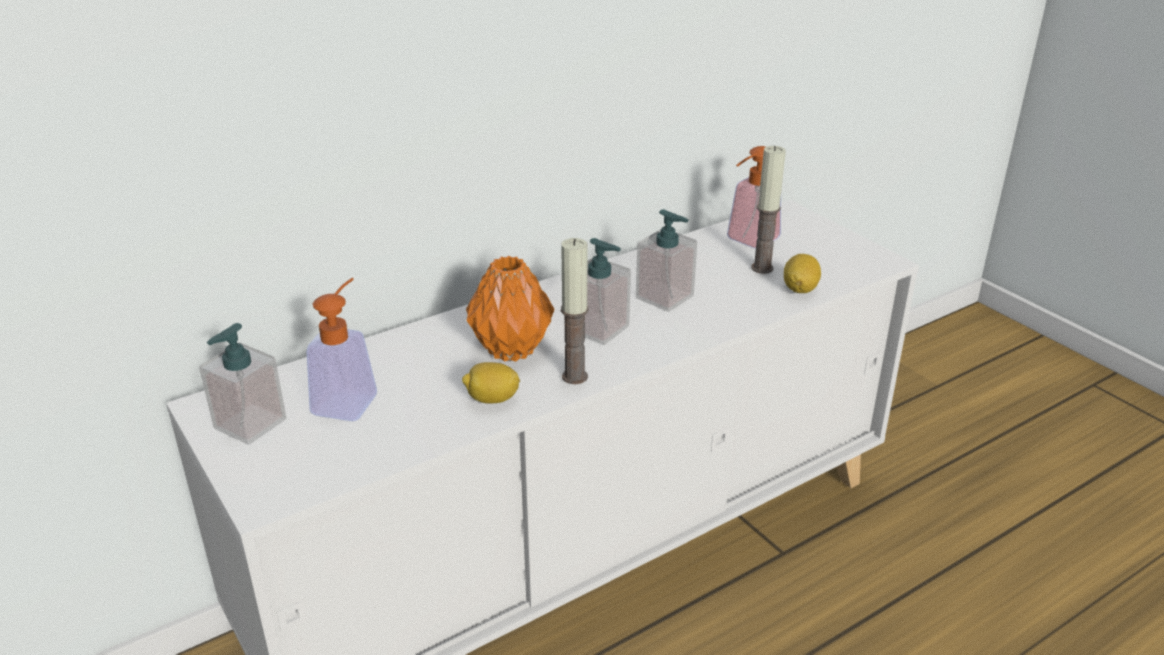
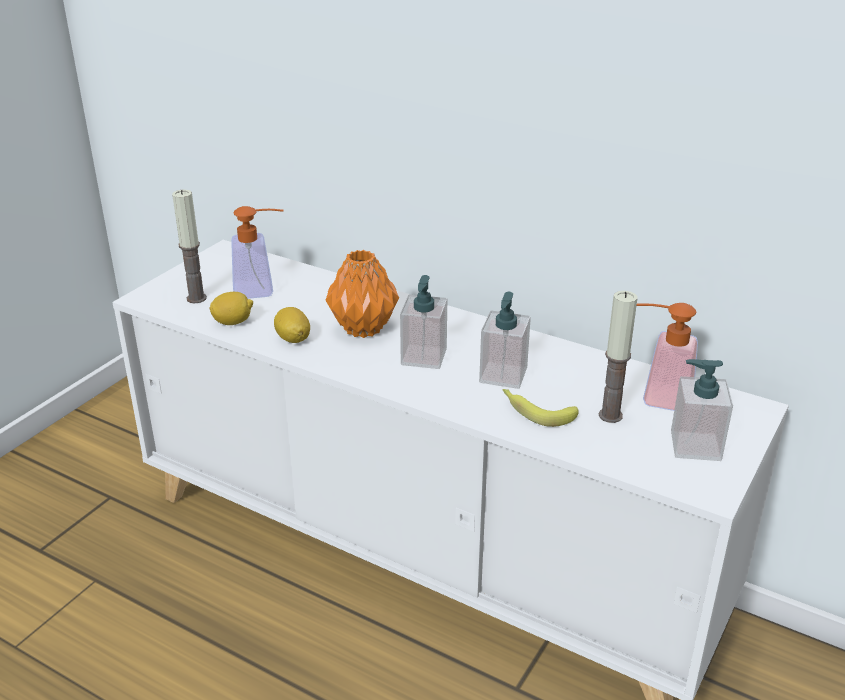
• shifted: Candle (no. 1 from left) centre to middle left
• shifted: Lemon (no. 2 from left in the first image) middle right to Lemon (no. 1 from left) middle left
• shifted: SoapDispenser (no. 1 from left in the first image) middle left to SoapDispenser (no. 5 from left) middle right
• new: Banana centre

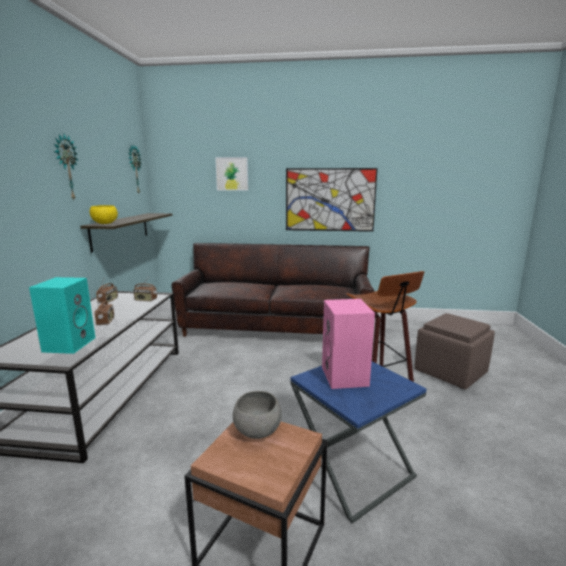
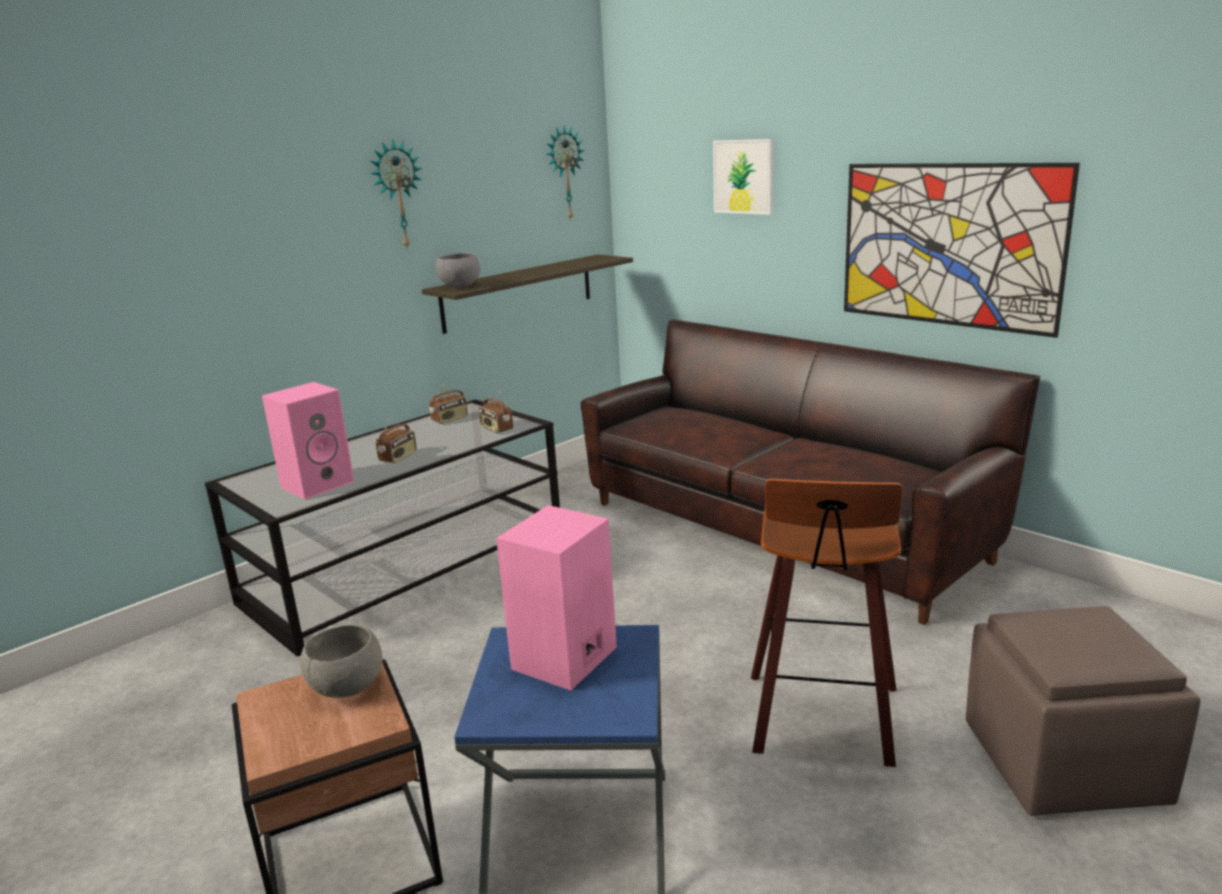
• repainted: YellowBowl middle left to GreyBowl (no. 2 from left) top centre
• repainted: TurquoiseSpeaker middle left to PinkSpeaker (no. 1 from left) middle left

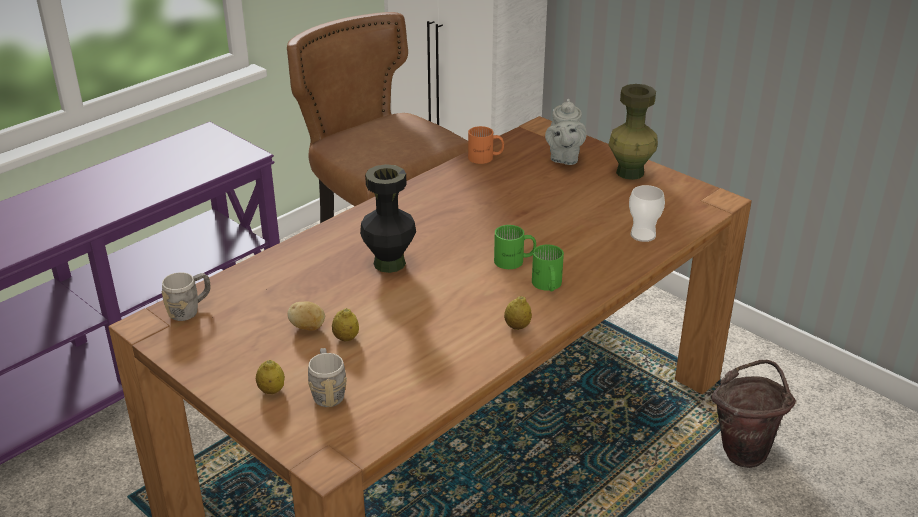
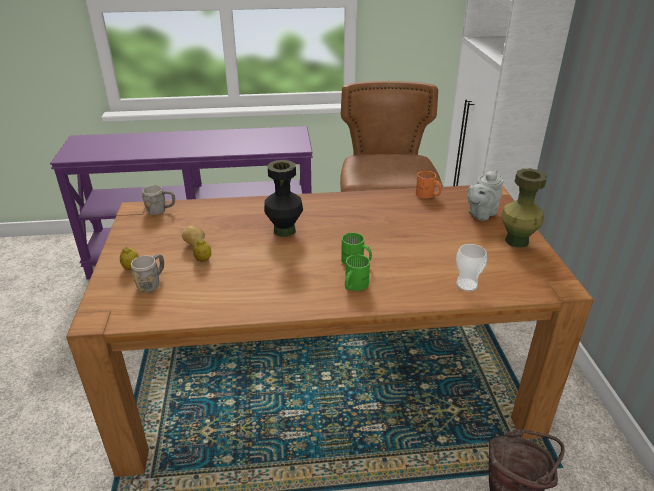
• gone: Lemon (no. 3 from left) centre

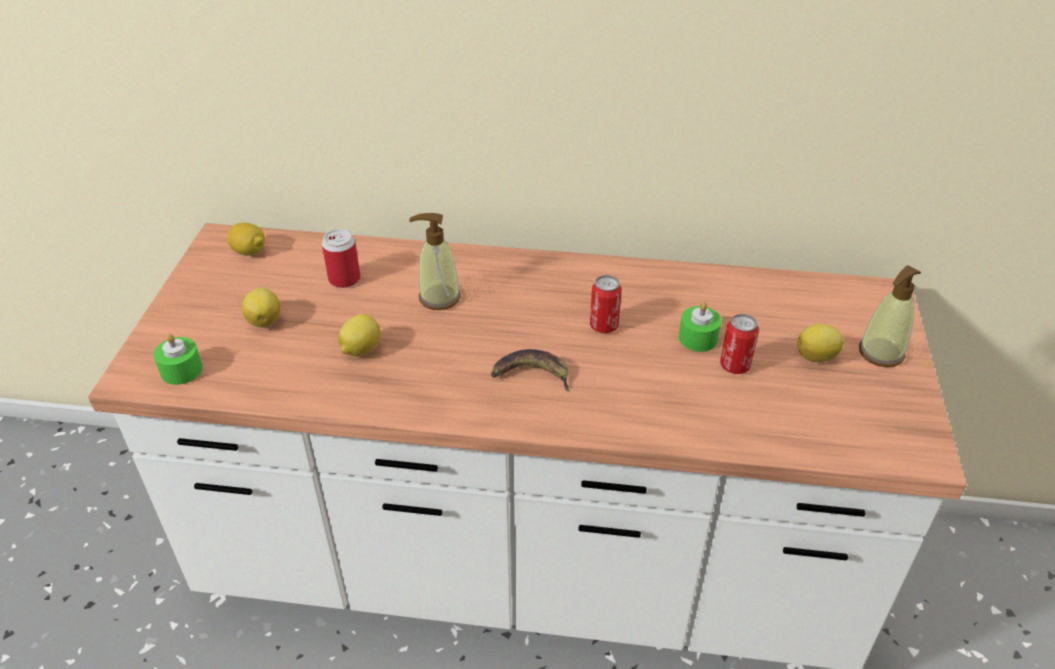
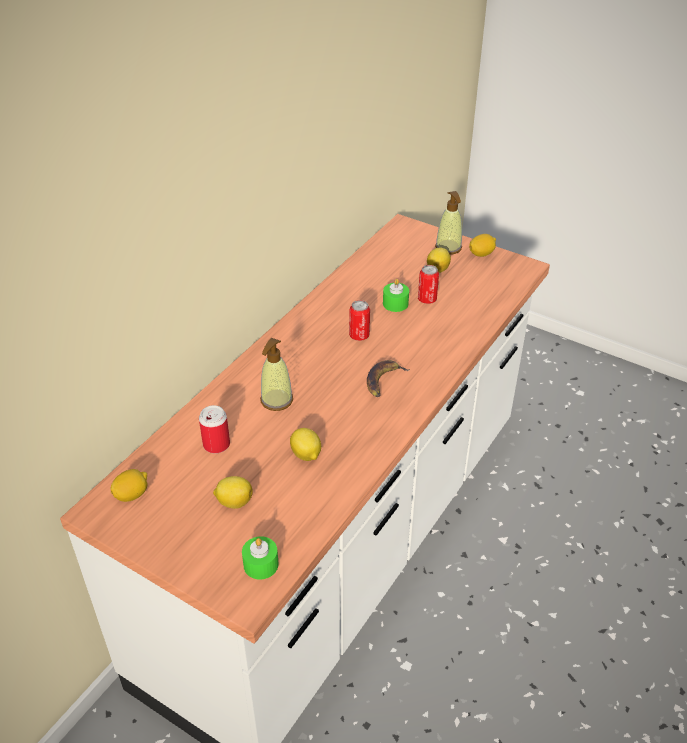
• new: Lemon (no. 5 from left) top right

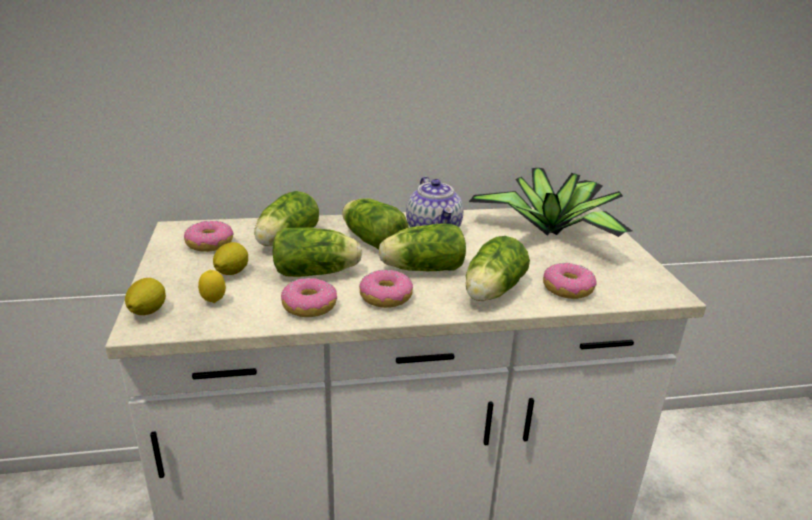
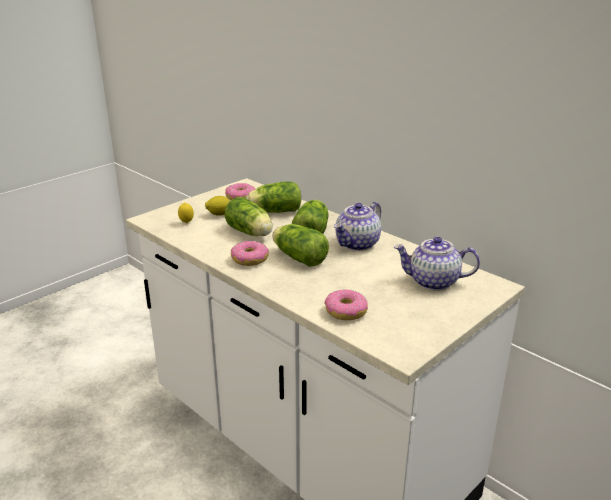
• swapped: PottedPlant middle right to Teapot (no. 2 from left) middle right
• gone: Lettuce (no. 5 from left) centre
• gone: Lemon (no. 1 from left) middle left
• gone: Donut (no. 2 from left) centre

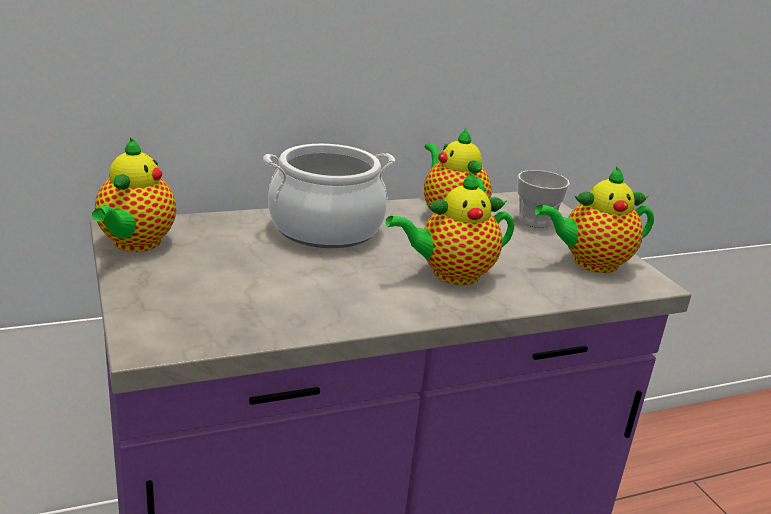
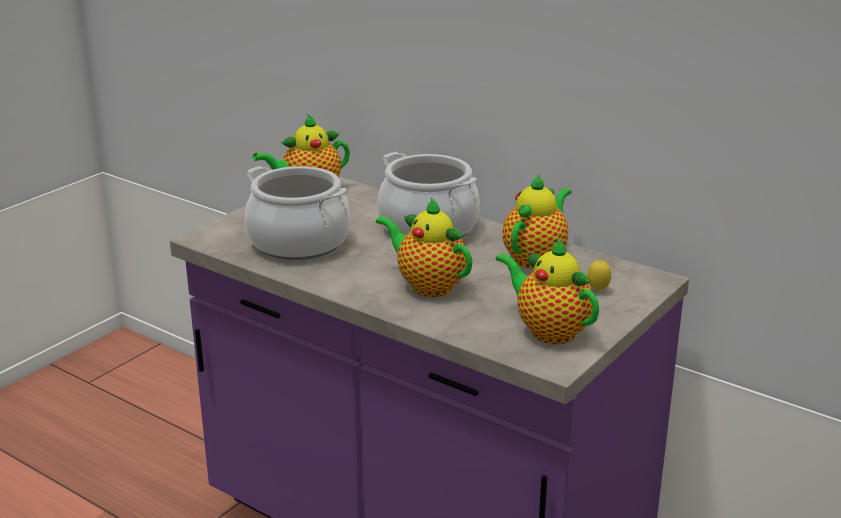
• swapped: Cup middle right to Lemon middle right
• new: CookingPot (no. 1 from left) centre

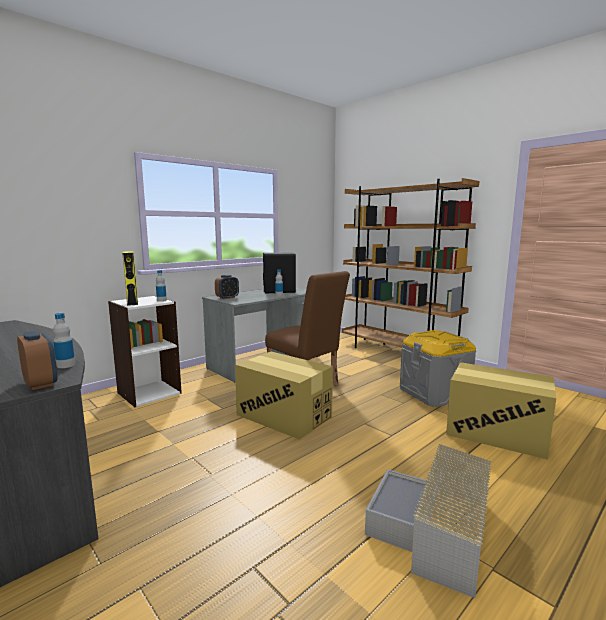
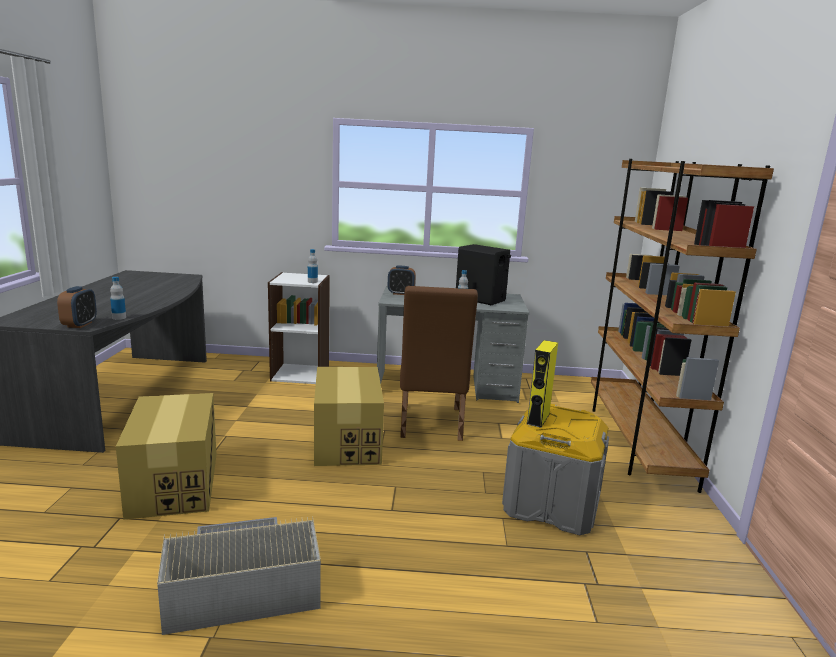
• shifted: YellowSpeaker middle left to centre
• shifted: CardboardBox (no. 2 from left in the first image) middle right to CardboardBox (no. 1 from left) bottom left

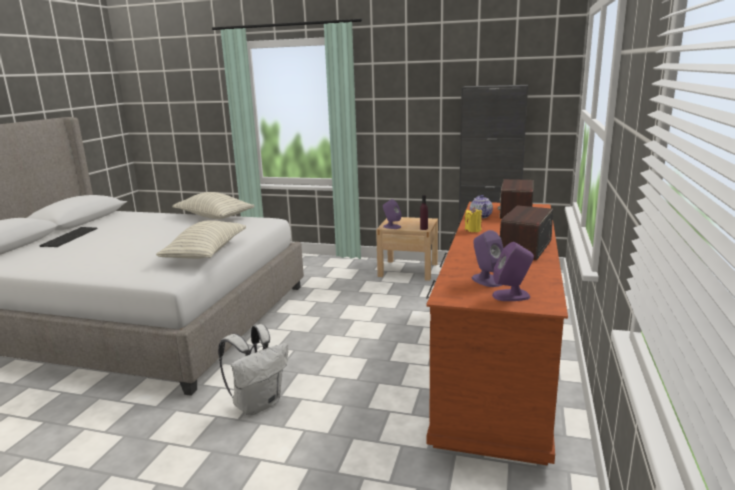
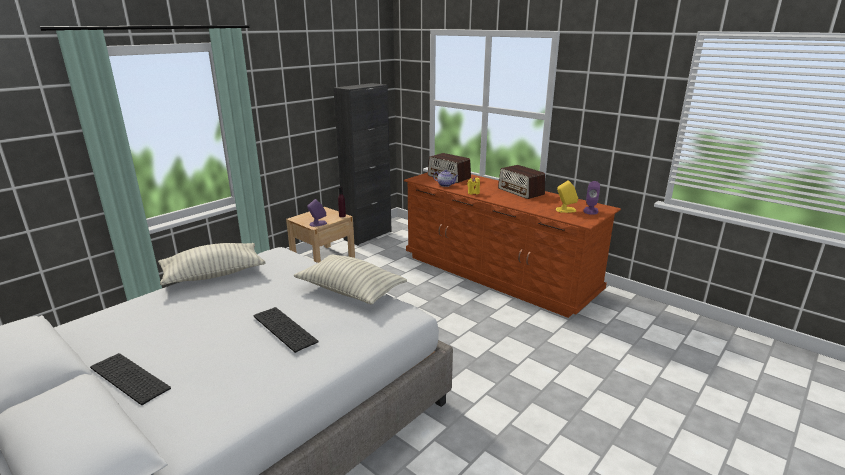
• repainted: PurpleSpeaker (no. 2 from left) centre to YellowSpeaker middle right
• gone: WhiteBackpack bottom centre
• new: Keyboard (no. 2 from left) bottom centre

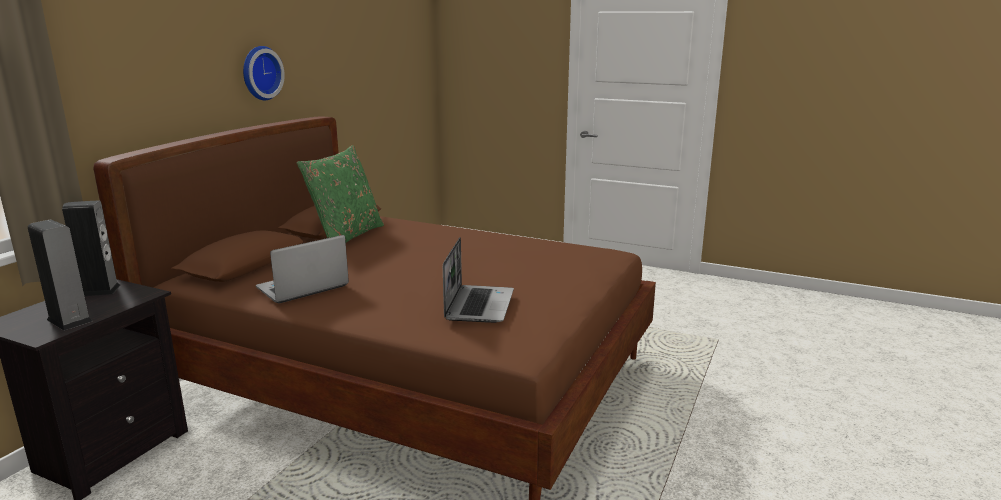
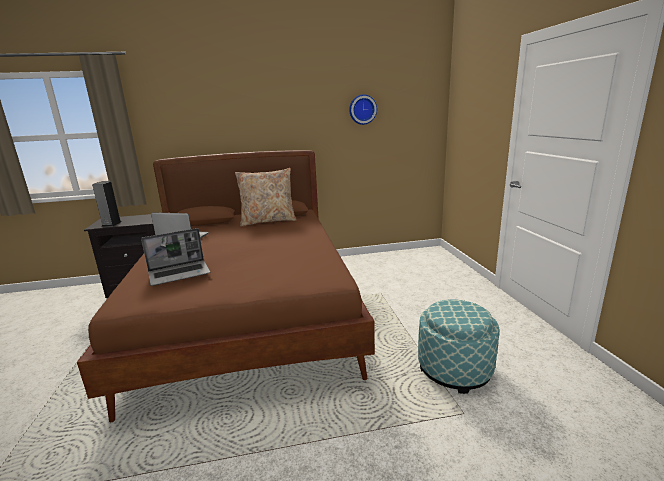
• shifted: WallClock top left to top centre
• repainted: GreenPillow centre to BeigePillow centre
• gone: Speaker (no. 2 from left) middle left
• new: Ottoman bottom right

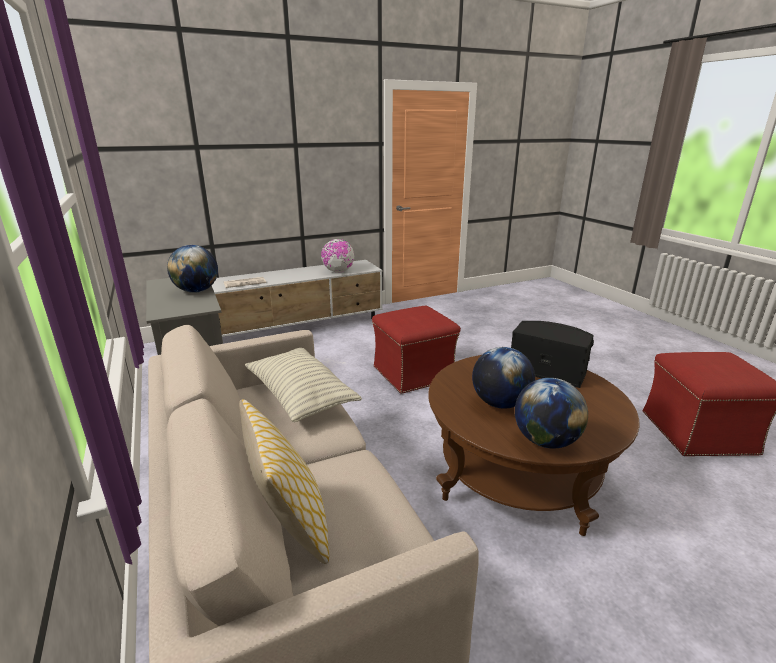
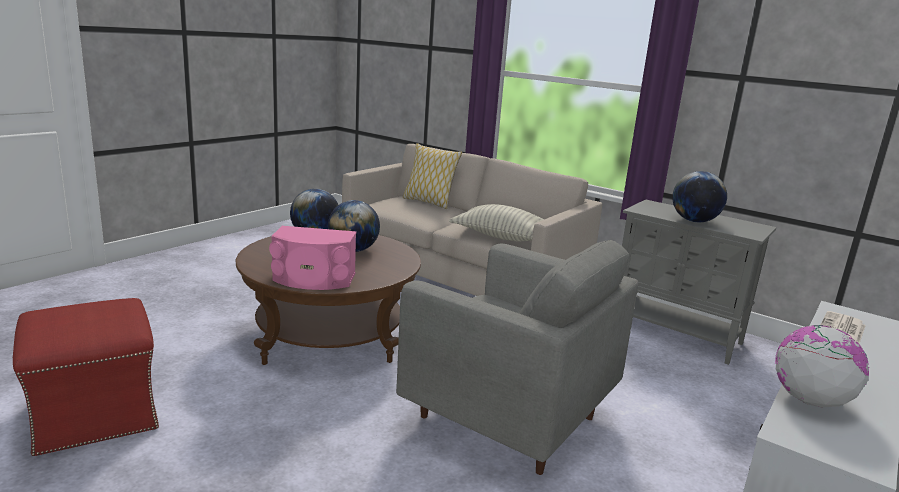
• swapped: RedOttoman (no. 1 from left) centre to GreyArmchair bottom centre
• repainted: BlackSpeaker middle right to PinkSpeaker centre

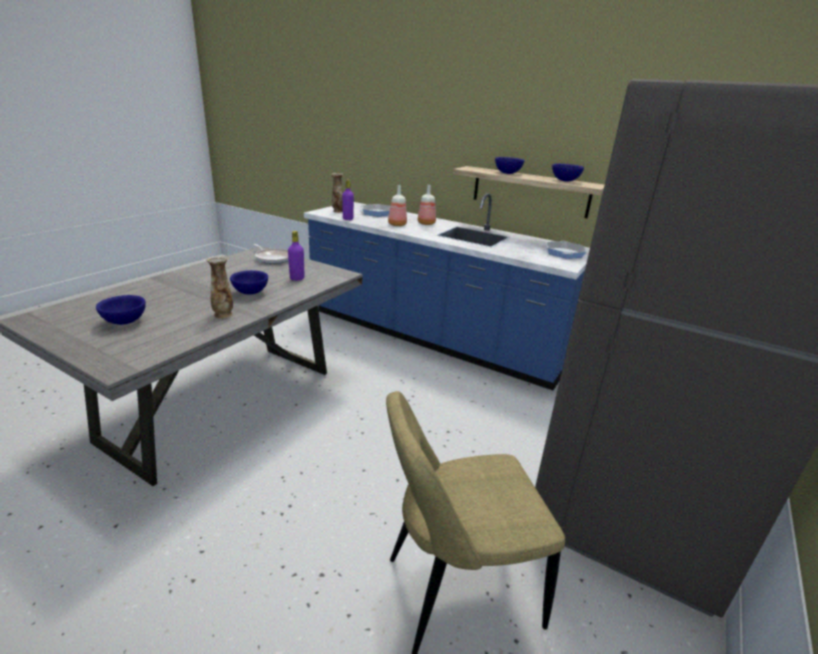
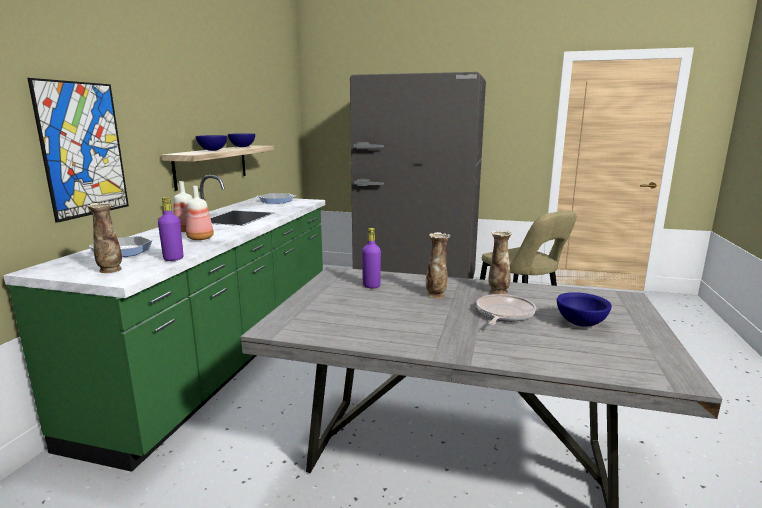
• repainted: BlueCounter centre to GreenCounter middle left
• shifted: FryingPan (no. 1 from left in the first image) middle left to FryingPan (no. 3 from left) centre
• swapped: BlueBowl (no. 2 from left) middle left to Vase (no. 2 from left) centre
• new: Picture top left

